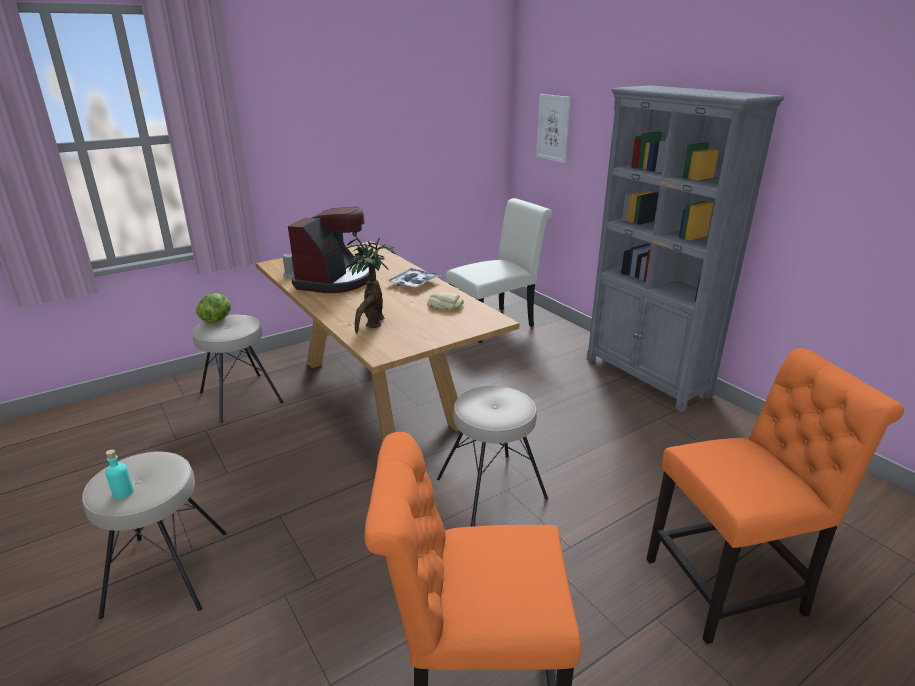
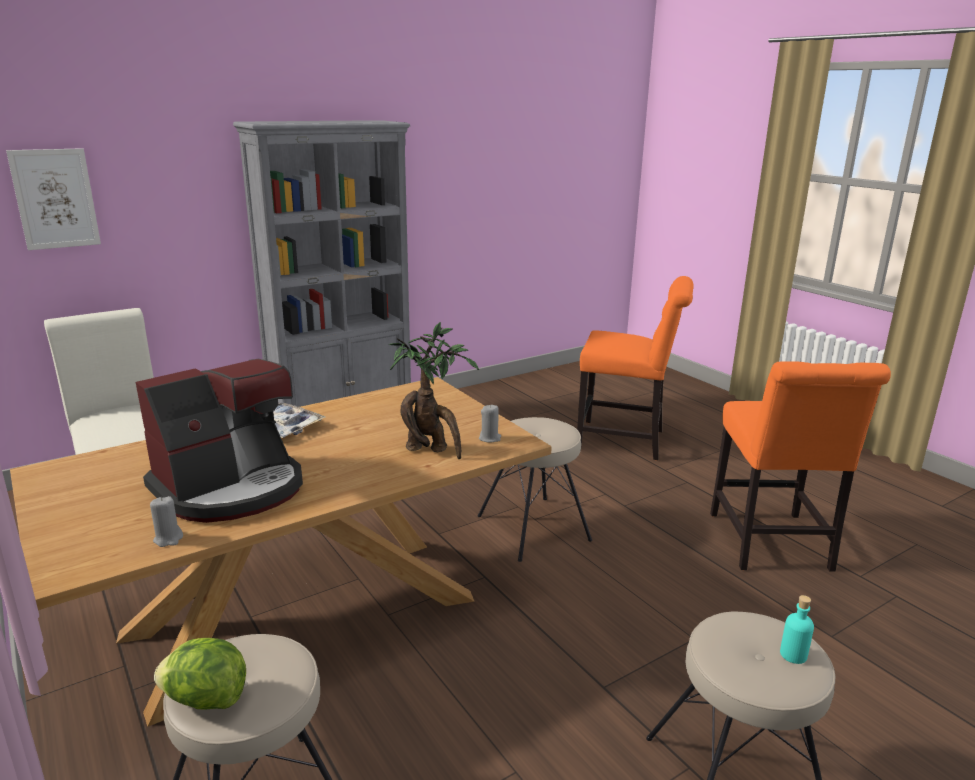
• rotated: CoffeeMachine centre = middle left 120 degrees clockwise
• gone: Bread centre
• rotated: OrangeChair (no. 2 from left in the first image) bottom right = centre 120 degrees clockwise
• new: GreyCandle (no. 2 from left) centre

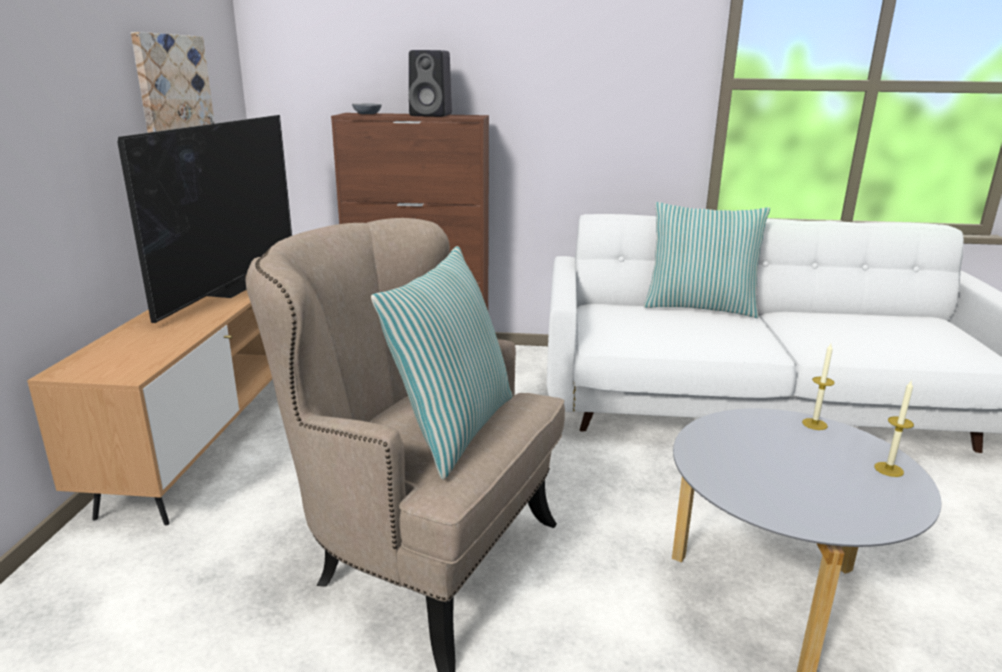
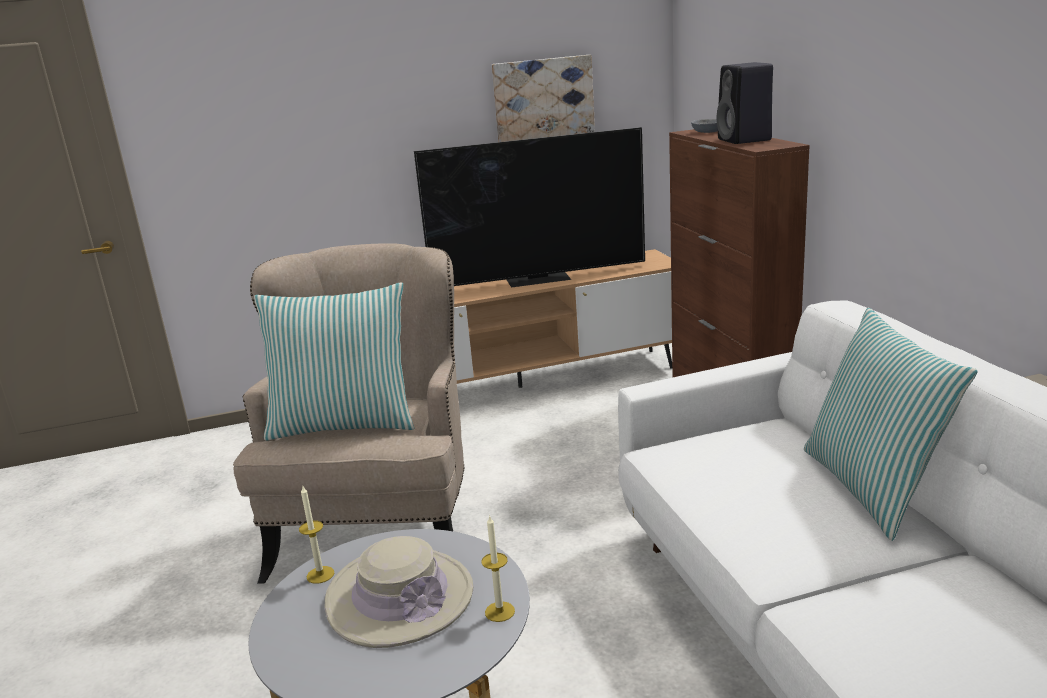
• shifted: Candle (no. 2 from left in the first image) middle right to Candle (no. 1 from left) bottom left
• new: BeigeHat bottom centre

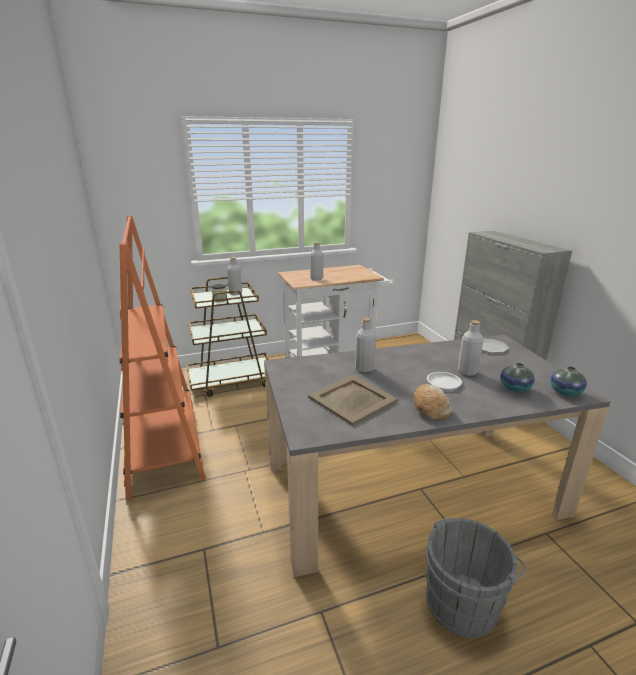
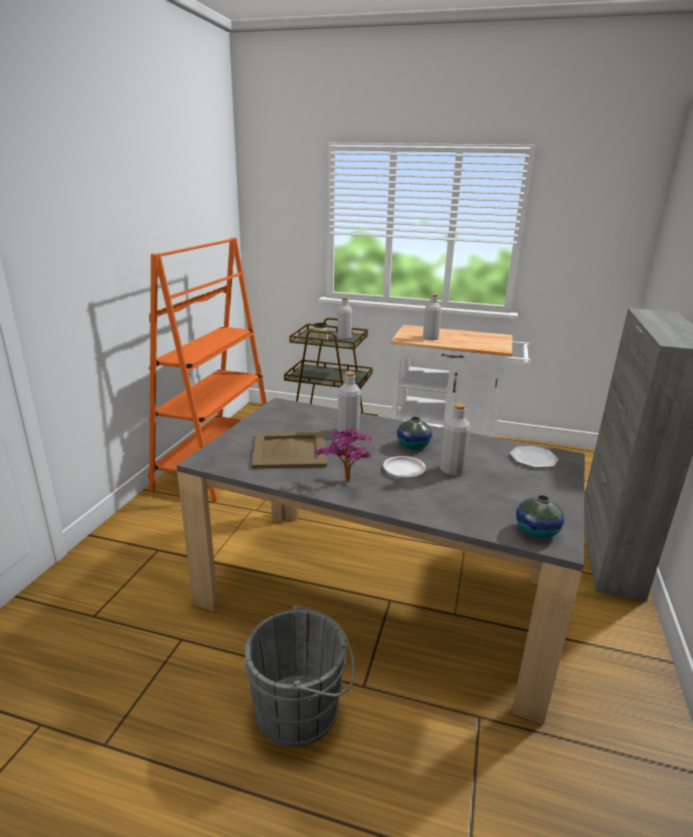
• shifted: Vase (no. 1 from left) middle right to centre
• swapped: Bread middle right to PottedPlant centre

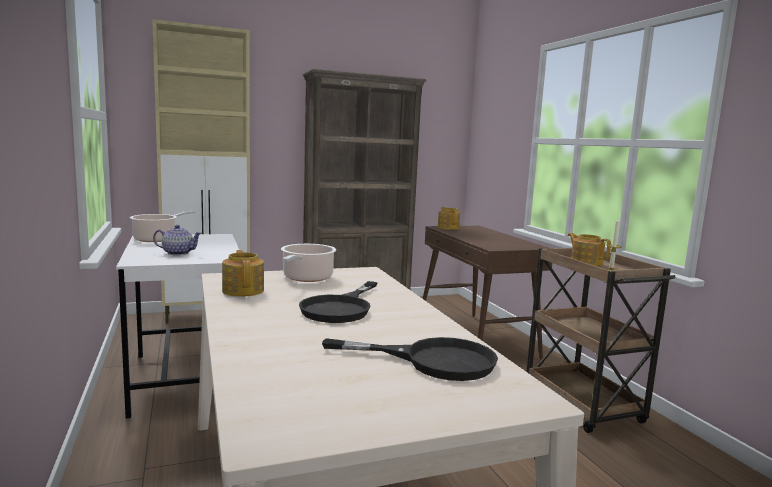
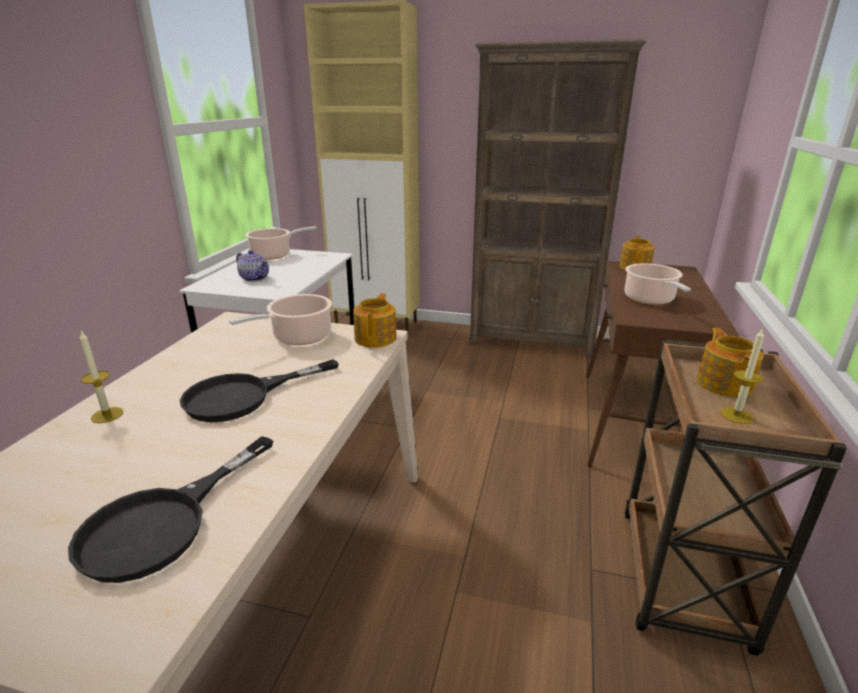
• shifted: Teapot (no. 2 from left) middle left to centre
• rotated: BlackFryingPan (no. 2 from left in the first image) bottom centre = bottom left 75 degrees clockwise
• new: CookingPot (no. 3 from left) middle right
• new: Candle (no. 1 from left) middle left

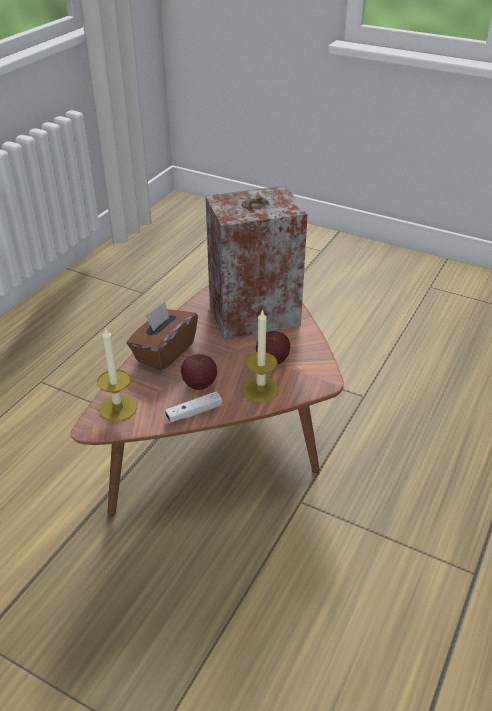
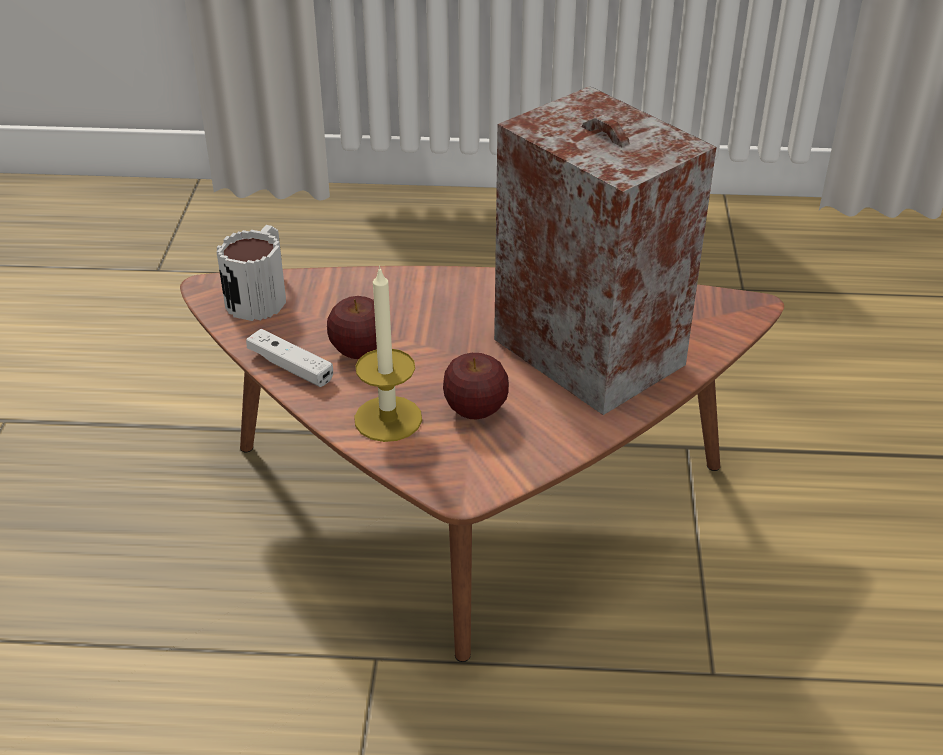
• gone: BrownTissueBox middle left
• swapped: Candle (no. 1 from left) middle left to Mug middle left

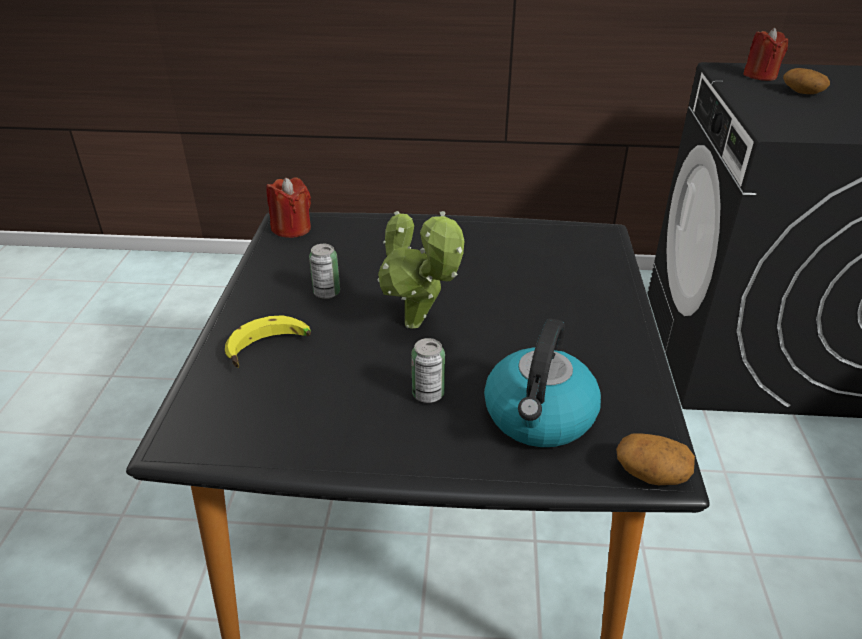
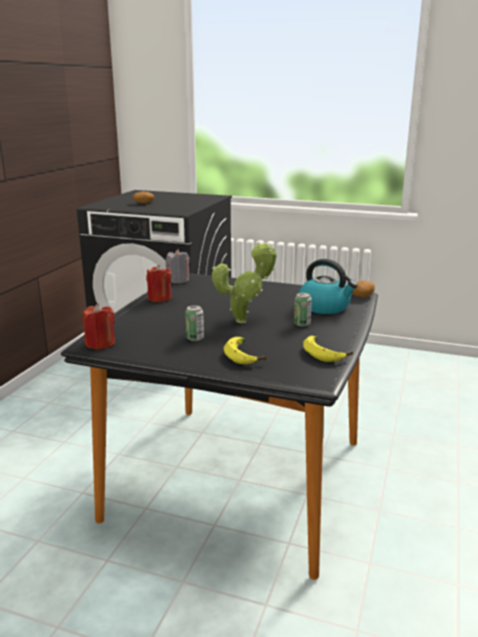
• shifted: RedCandle (no. 2 from left) top right to middle left
• new: GreyCandle centre
• new: Banana (no. 2 from left) middle right

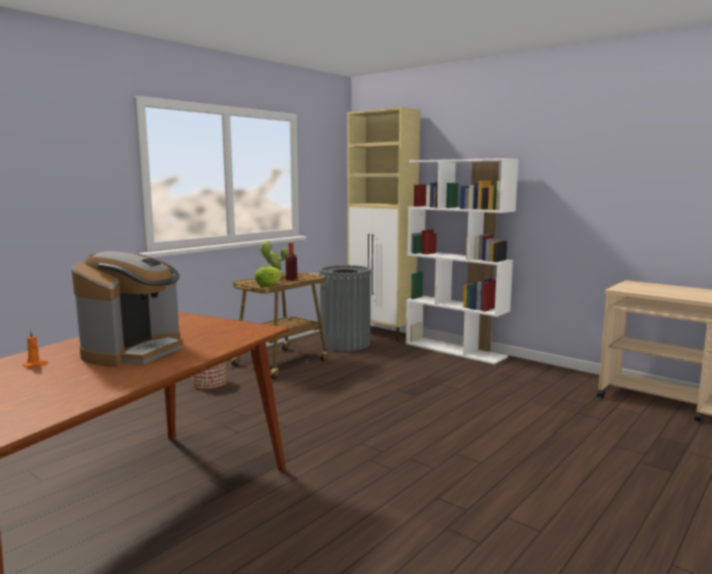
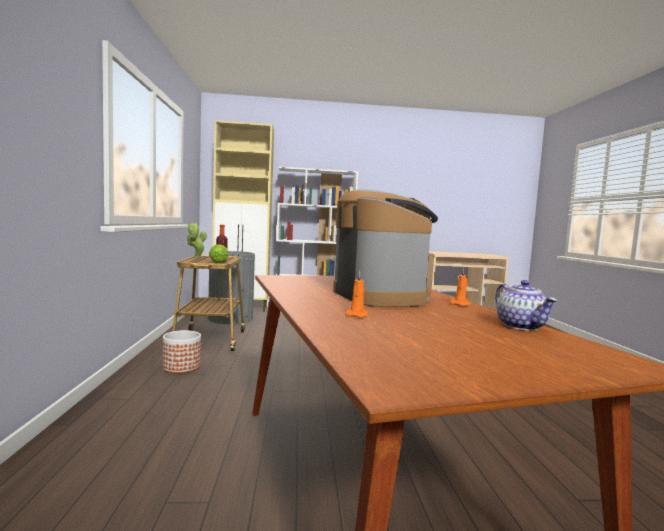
• new: OrangeCandle (no. 2 from left) middle right
• new: Teapot middle right

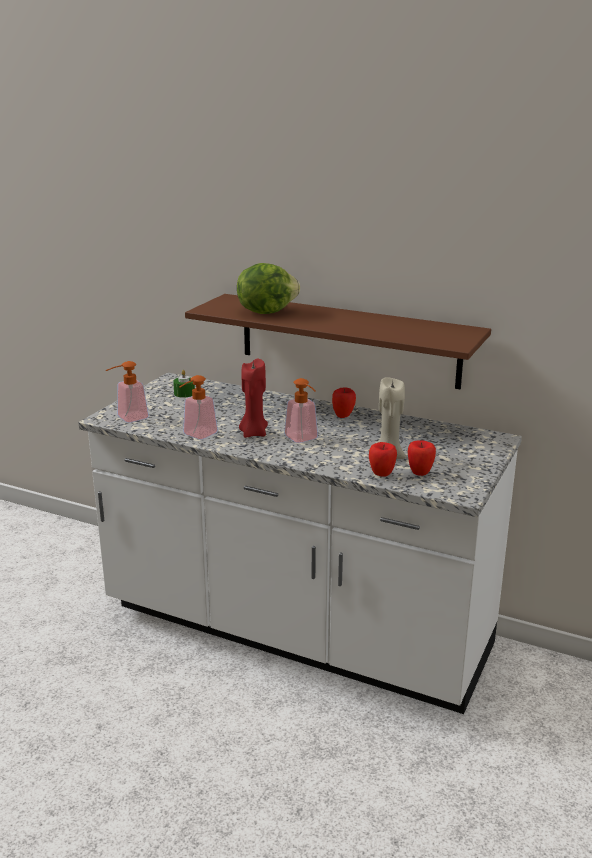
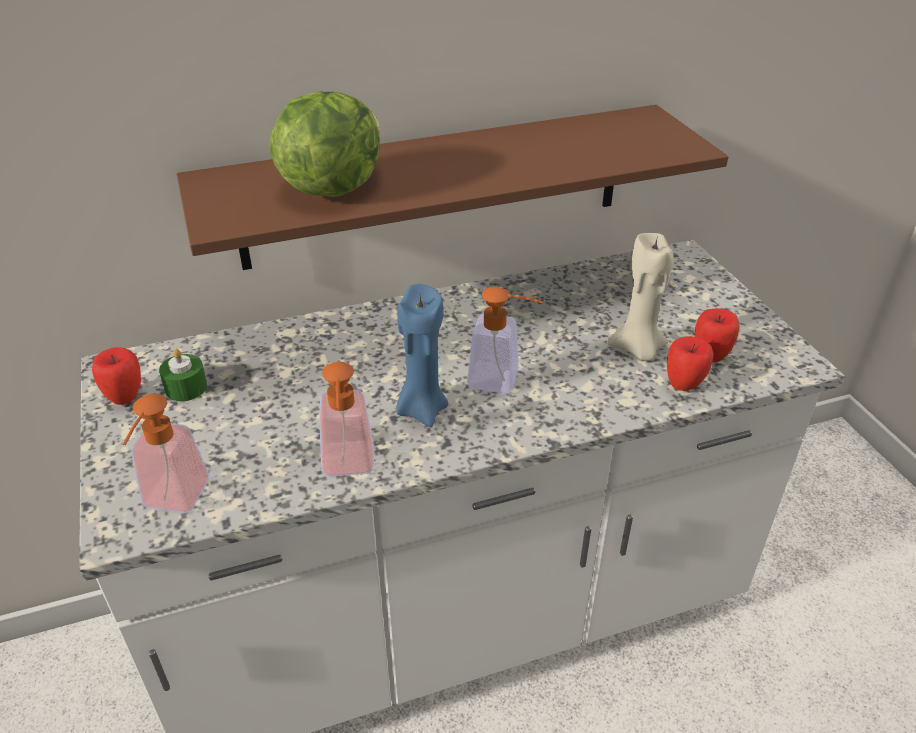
• repainted: RedCandle centre to BlueCandle centre
• shifted: Apple (no. 1 from left) centre to middle left

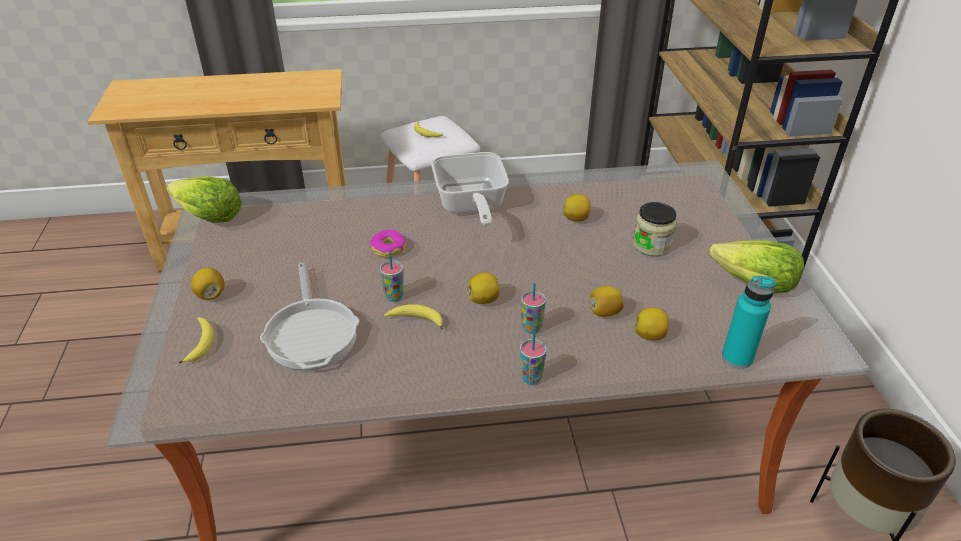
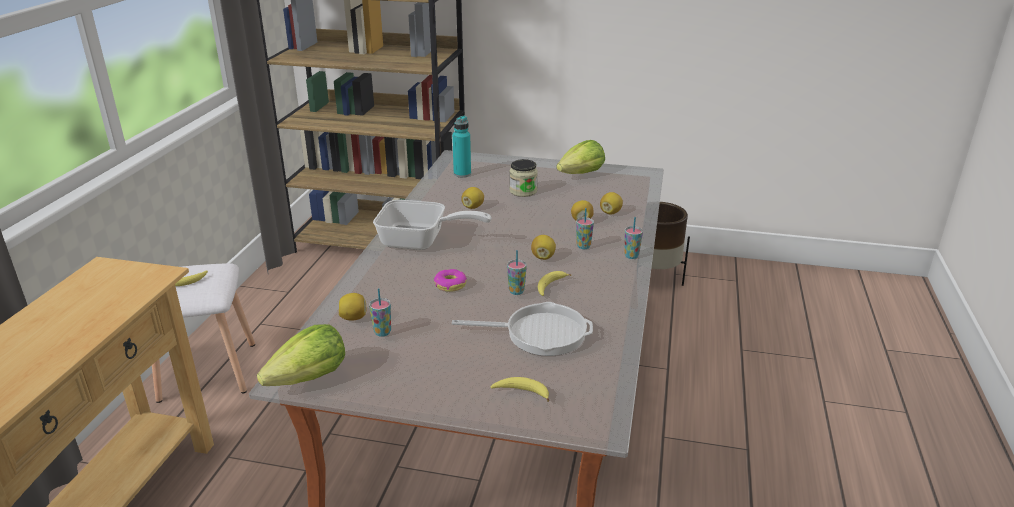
• shifted: Lemon (no. 1 from left) middle left to centre
• shifted: TurquoiseBottle middle right to top centre
• new: Cup (no. 1 from left) centre

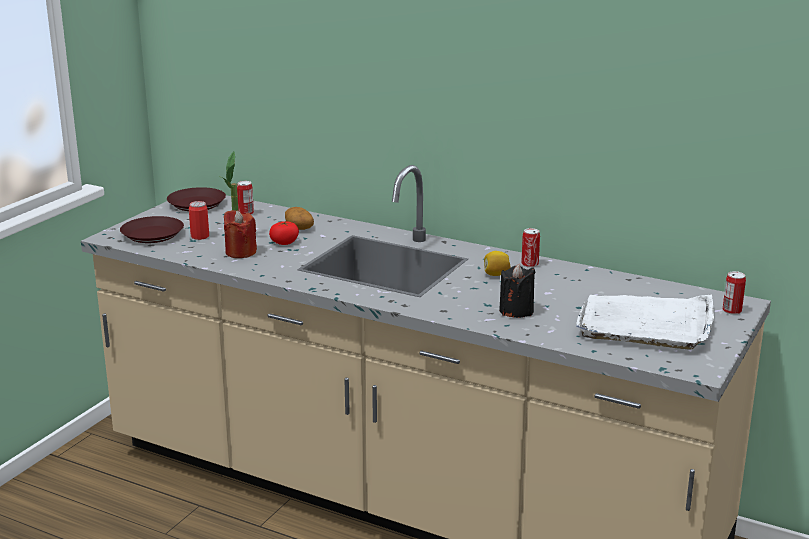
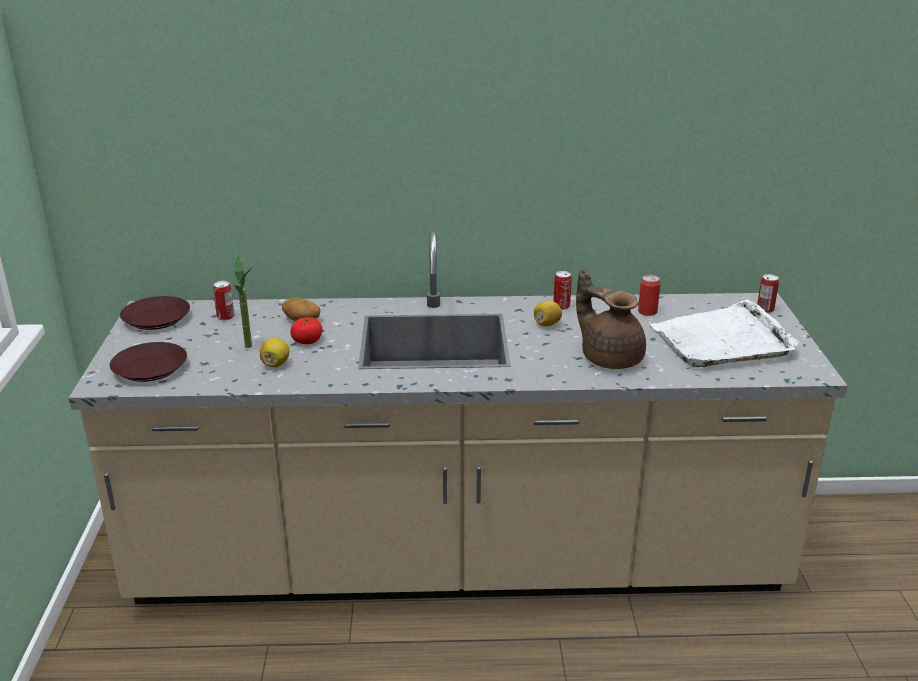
• shifted: Can (no. 1 from left in the first image) middle left to Can (no. 3 from left) middle right
• swapped: RedCandle middle left to Lemon (no. 1 from left) middle left
• swapped: BlackCandle centre to BrownTeapot centre

